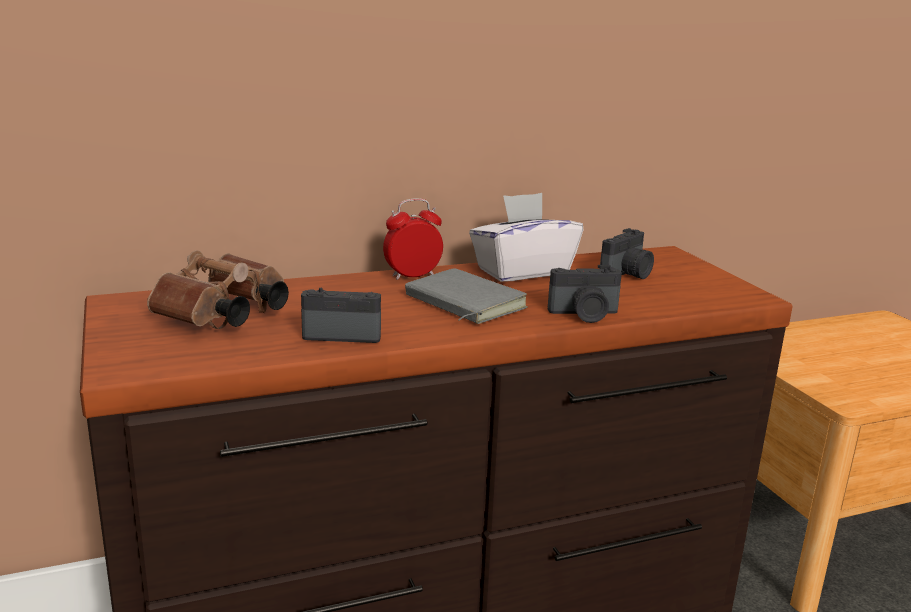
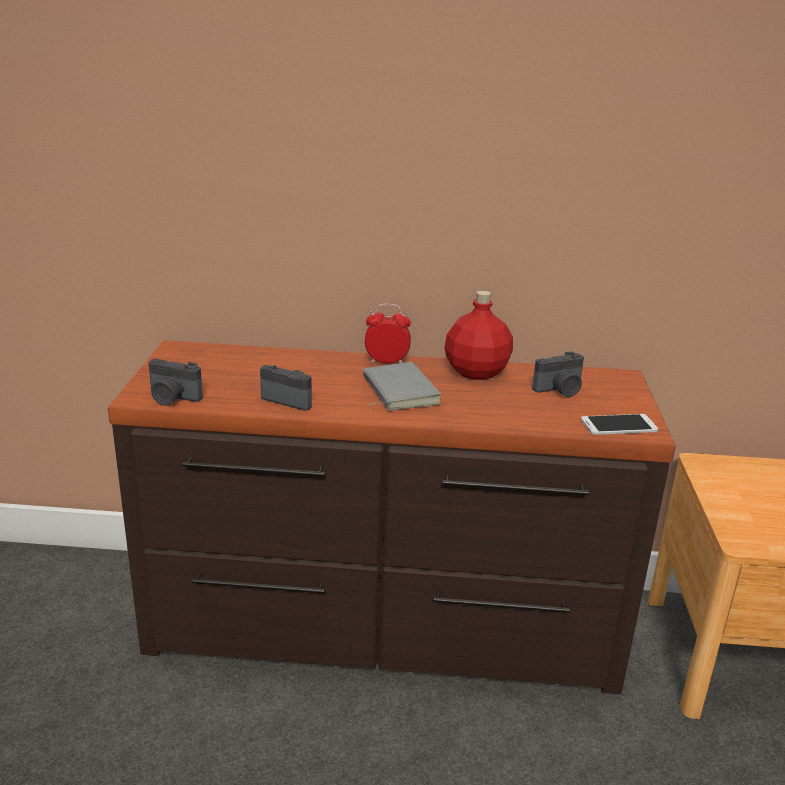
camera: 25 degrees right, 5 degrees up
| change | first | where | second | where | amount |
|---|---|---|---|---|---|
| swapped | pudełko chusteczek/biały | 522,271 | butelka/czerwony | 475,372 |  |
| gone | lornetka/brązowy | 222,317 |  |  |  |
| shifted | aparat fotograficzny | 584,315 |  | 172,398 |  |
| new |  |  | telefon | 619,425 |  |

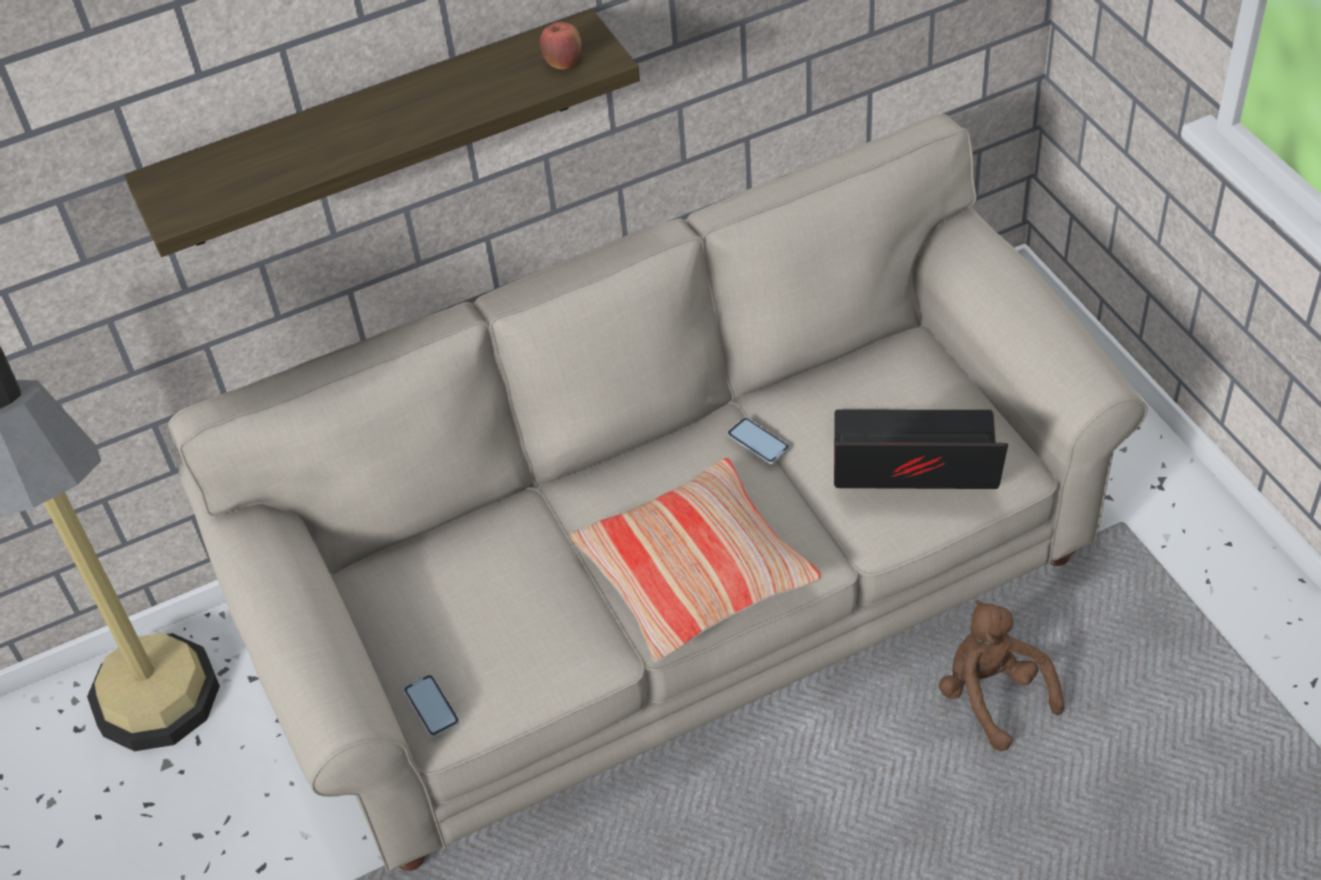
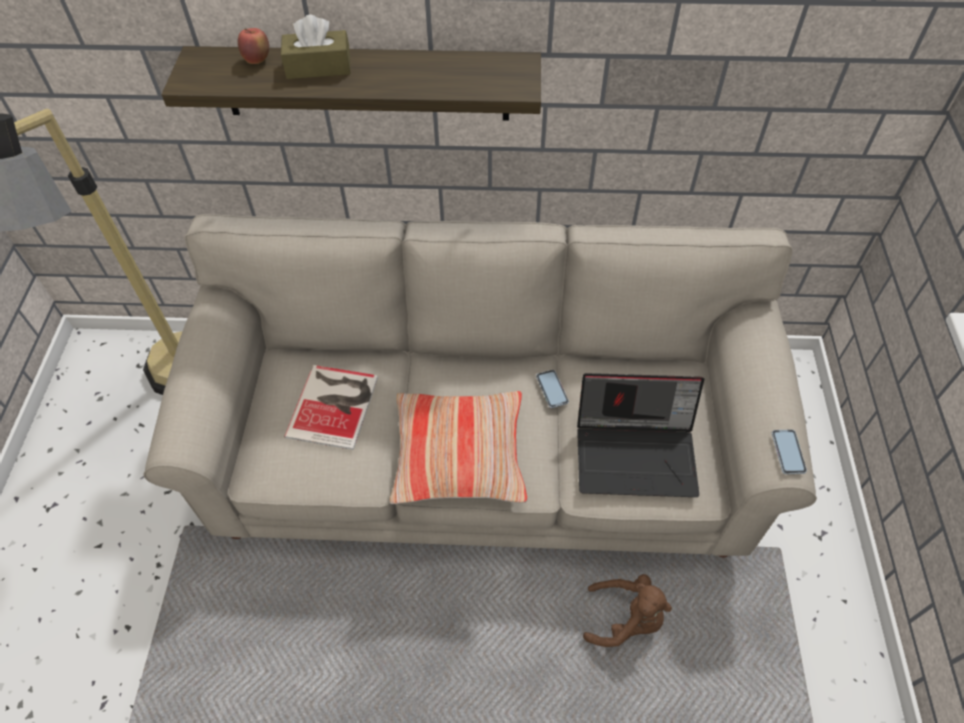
camera: 25 degrees right, 5 degrees up
| change | first | where | second | where | amount |
|---|---|---|---|---|---|
| shifted | jabłko | 563,63 |  | 257,60 |  |
| rotated | laptop | 912,464 |  | 637,453 | 150 degrees clockwise |
| rotated | pluszak/brązowy | 992,695 |  | 625,619 | 105 degrees clockwise |
| shifted | telefon | 431,706 |  | 788,452 |  |
| new |  |  | pudełko chusteczek/brązowy | 318,67 |  |
| new |  |  | książka | 335,405 |  |

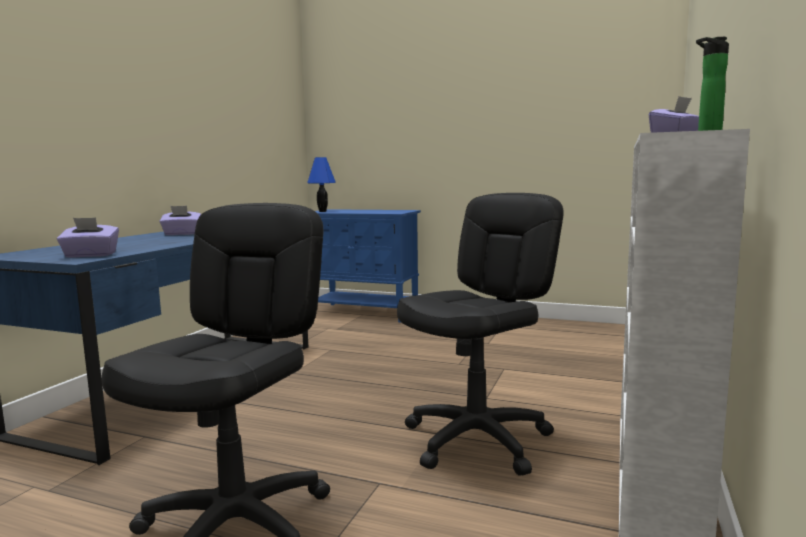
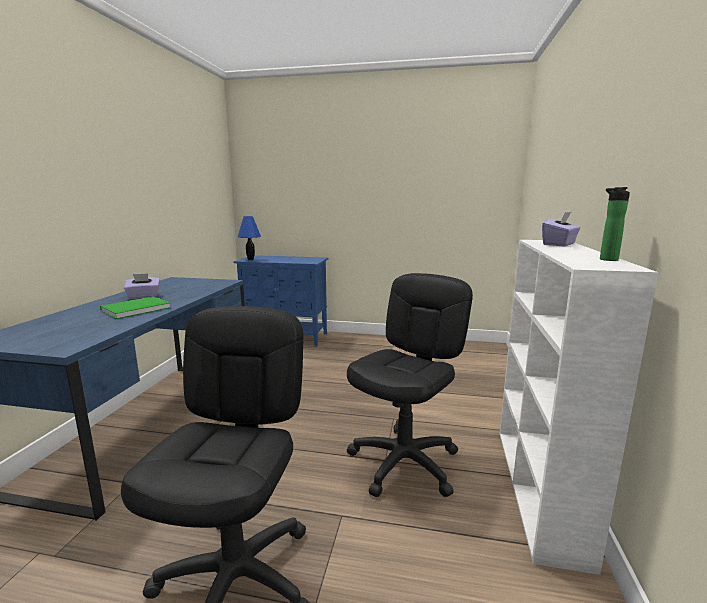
camera: 10 degrees left, 5 degrees up
| change | first | where | second | where | amount |
|---|---|---|---|---|---|
| gone | pudełko chusteczek/fioletowy | 90,255 |  |  |  |
| new |  |  | książka/zielony | 133,309 |  |

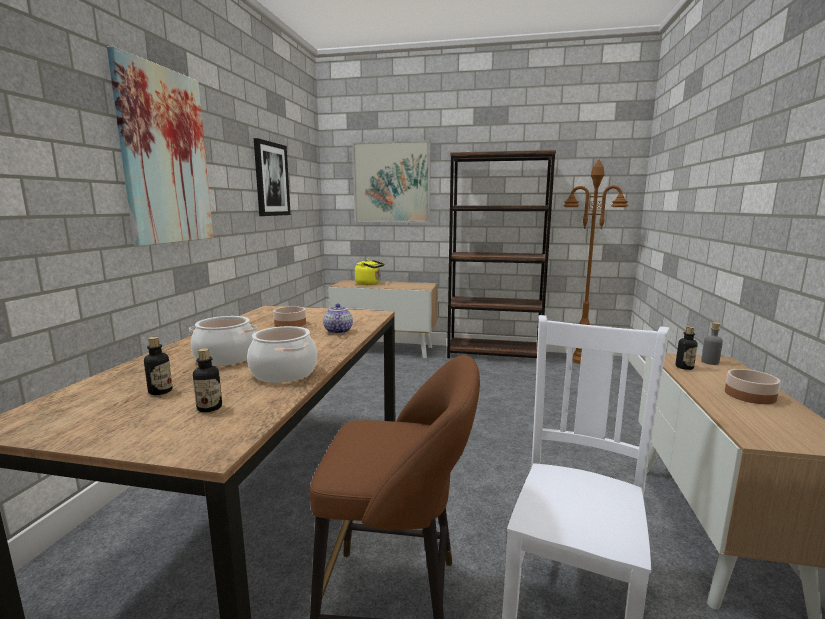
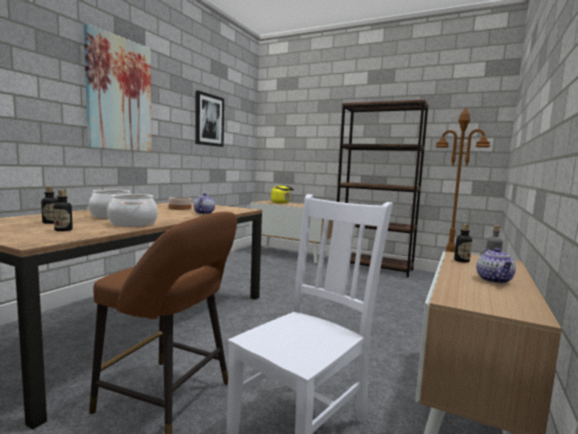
camera: 15 degrees right, 5 degrees down
| change | first | where | second | where | amount |
|---|---|---|---|---|---|
| gone | obraz | 391,182 |  |  |  |
| swapped | miska | 750,395 | imbryk | 494,280 |  |

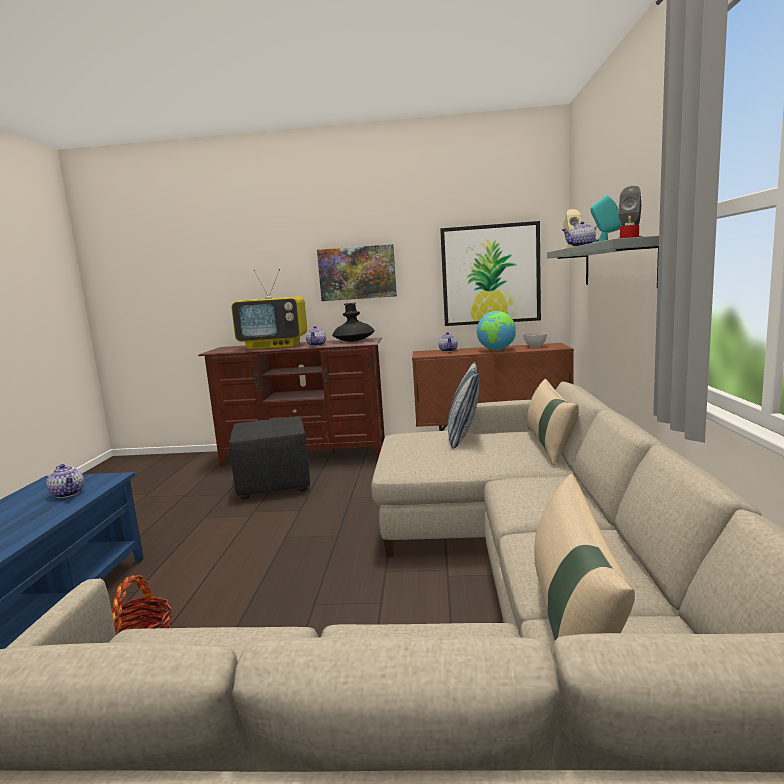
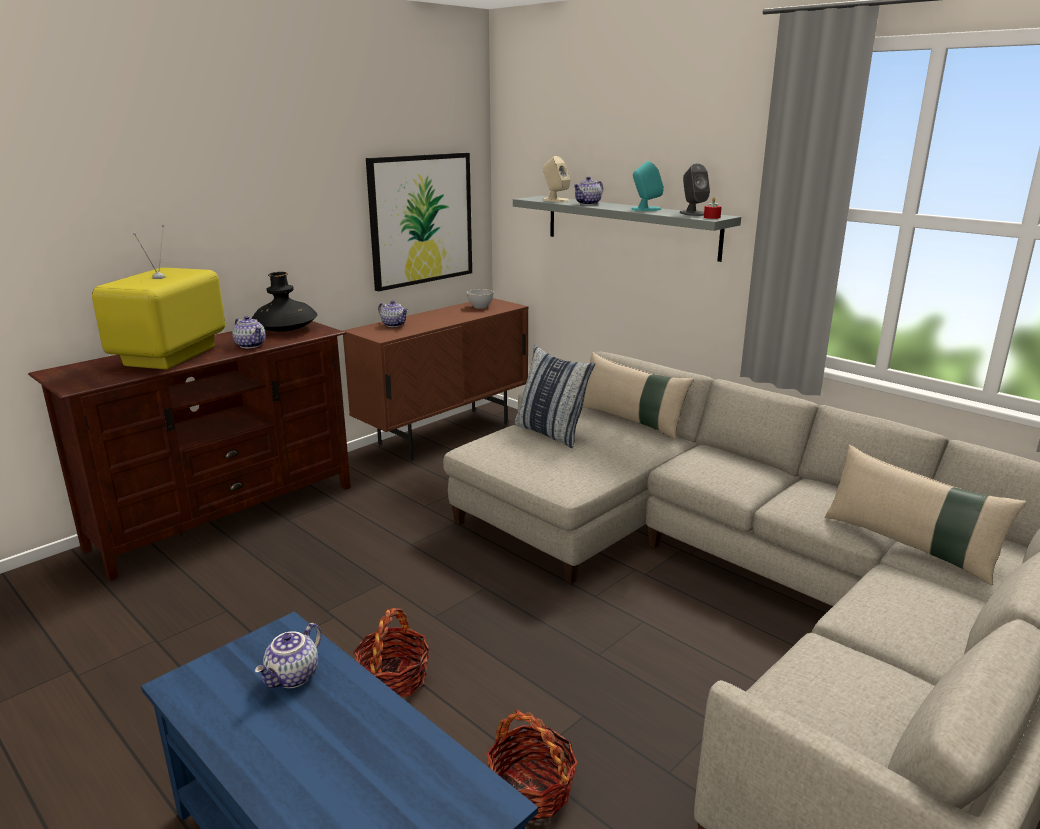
camera: 50 degrees left, 10 degrees up
| change | first | where | second | where | amount |
|---|---|---|---|---|---|
| gone | obraz | 357,273 |  |  |  |
| rotated | telewizor | 274,346 |  | 171,357 | 150 degrees clockwise |
| gone | globus | 496,350 |  |  |  |
| gone | pufa/czarny | 274,484 |  |  |  |
| rotated | imbryk | 69,494 |  | 293,677 | 120 degrees clockwise |
| new |  |  | koszyk | 393,678 |  |

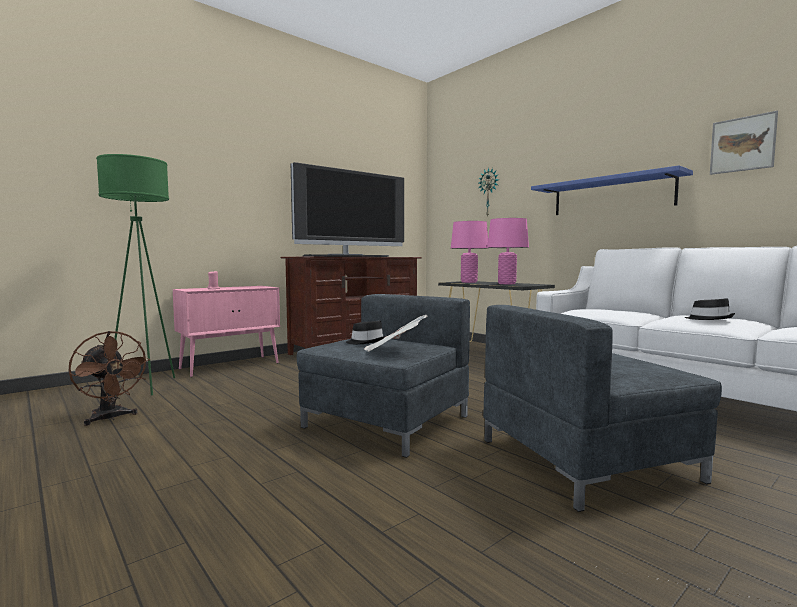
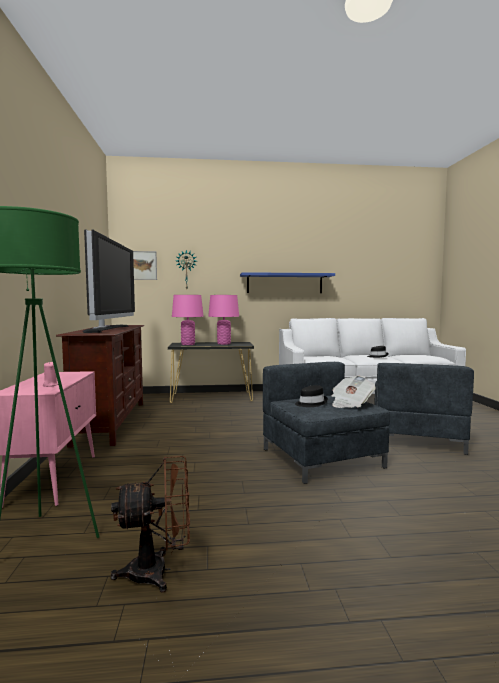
camera: 55 degrees left, 0 degrees up
| change | first | where | second | where | amount |
|---|---|---|---|---|---|
| shifted | obraz | 742,144 |  | 142,265 |  |

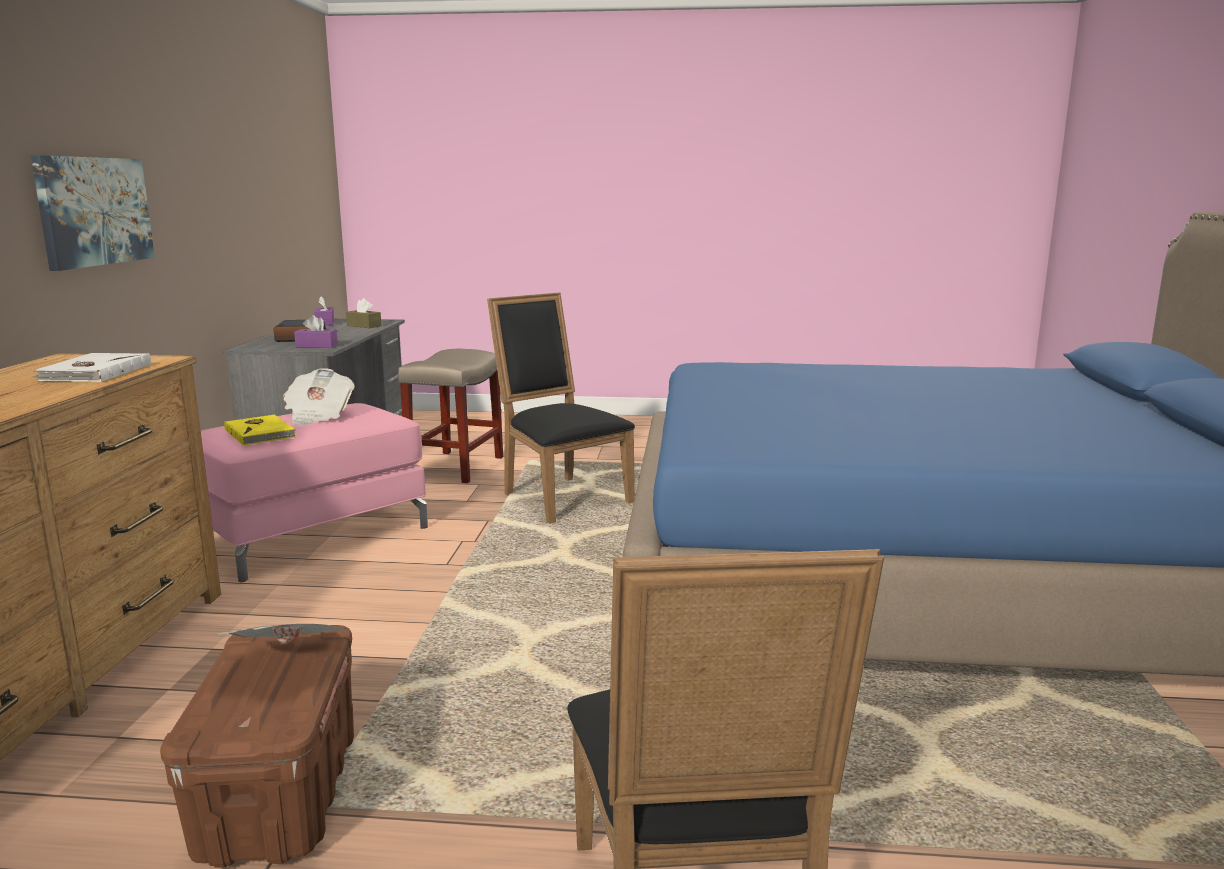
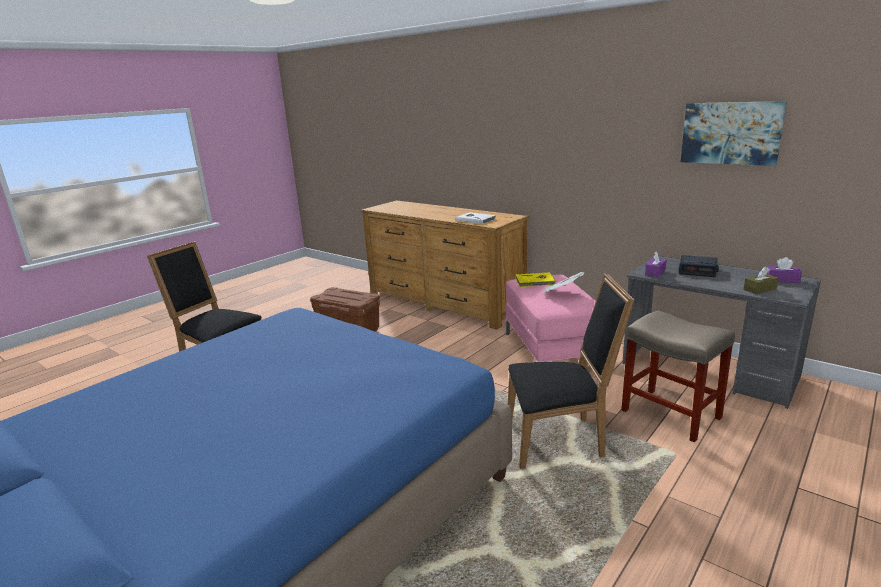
camera: 125 degrees right, 5 degrees up
| change | first | where | second | where | amount |
|---|---|---|---|---|---|
| shifted | obraz | 94,211 |  | 730,133 |  |
| gone | gazeta | 290,661 |  |  |  |

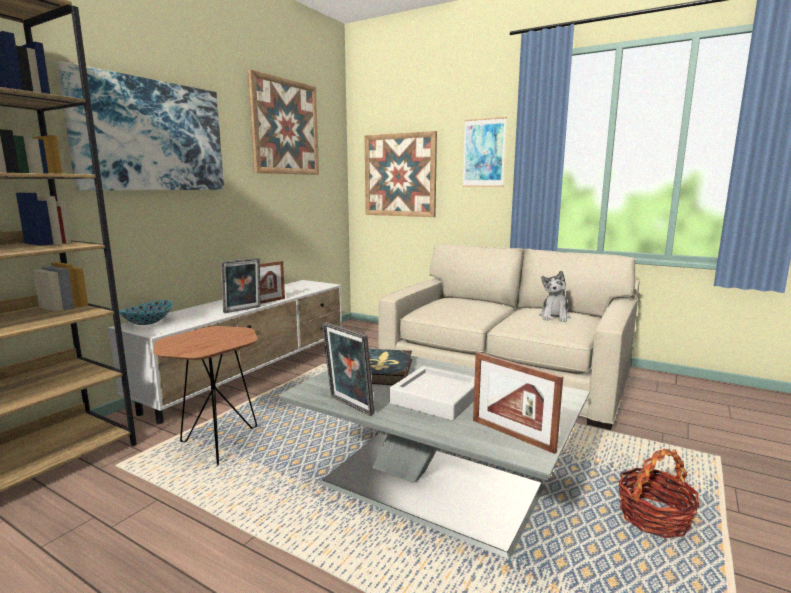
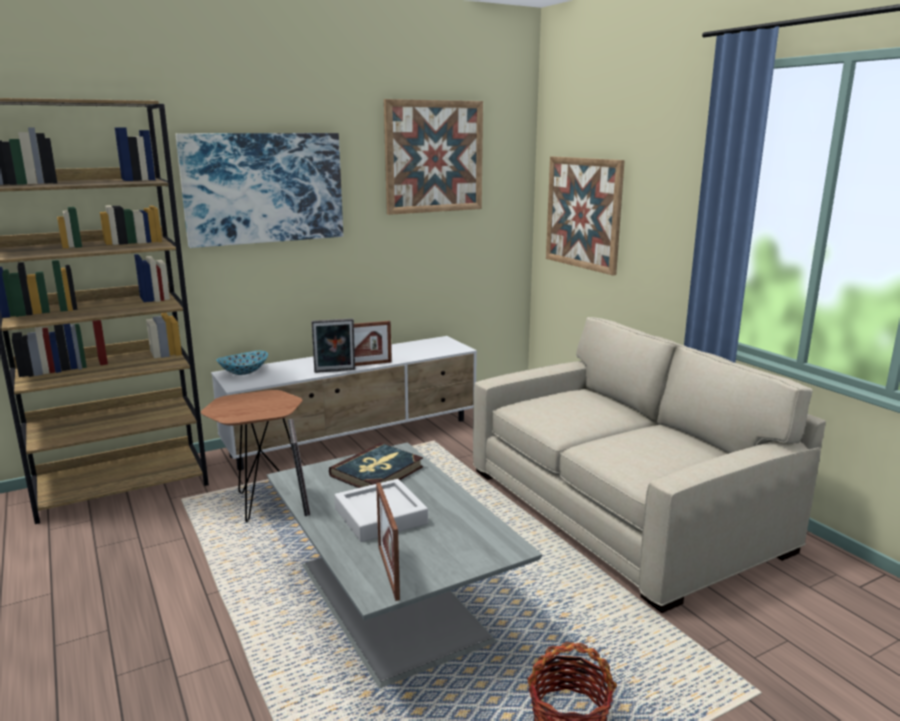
camera: 30 degrees right, 5 degrees up
| change | first | where | second | where | amount |
|---|---|---|---|---|---|
| gone | obraz | 484,153 |  |  |  |
| gone | pluszak | 555,317 |  |  |  |

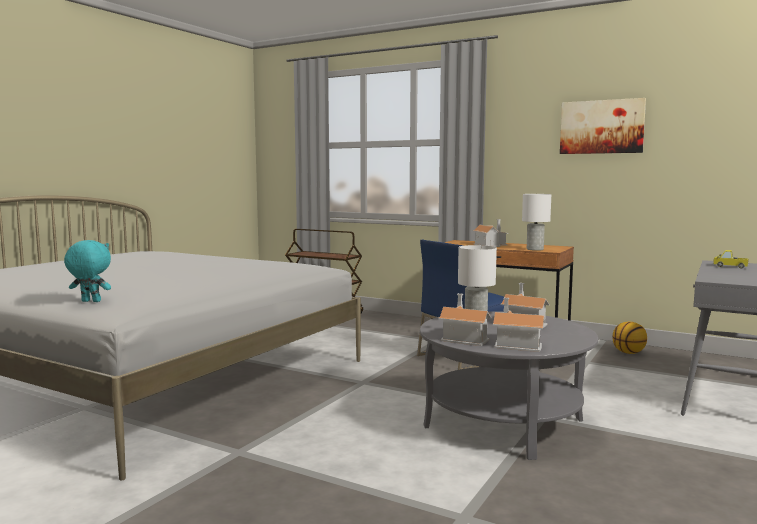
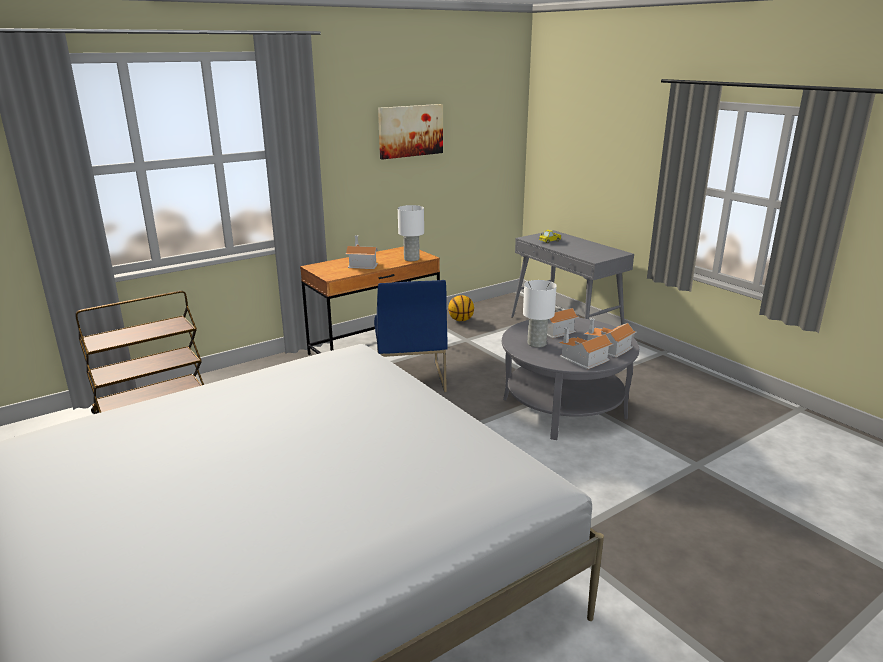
camera: 65 degrees left, 15 degrees up
| change | first | where | second | where | amount |
|---|---|---|---|---|---|
| gone | pluszak/turkusowy | 90,301 |  |  |  |

